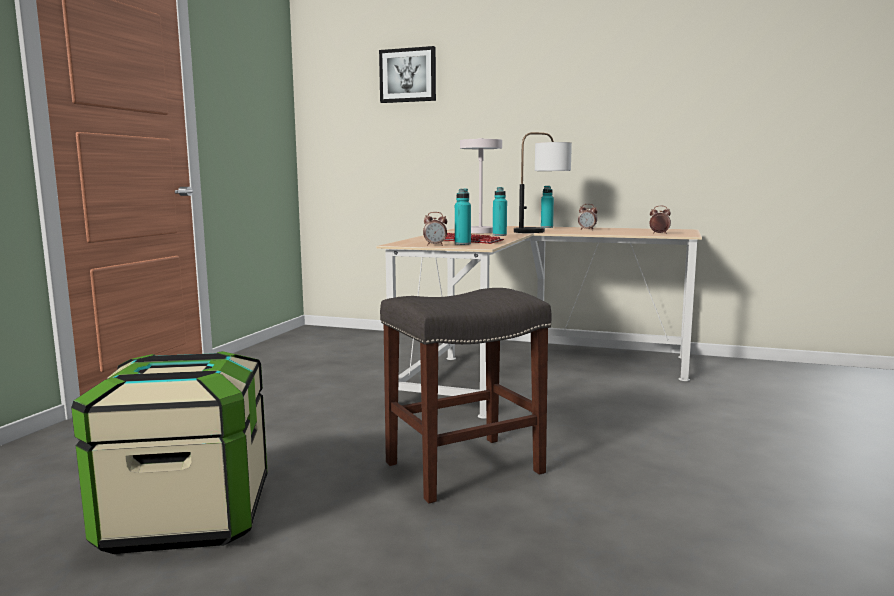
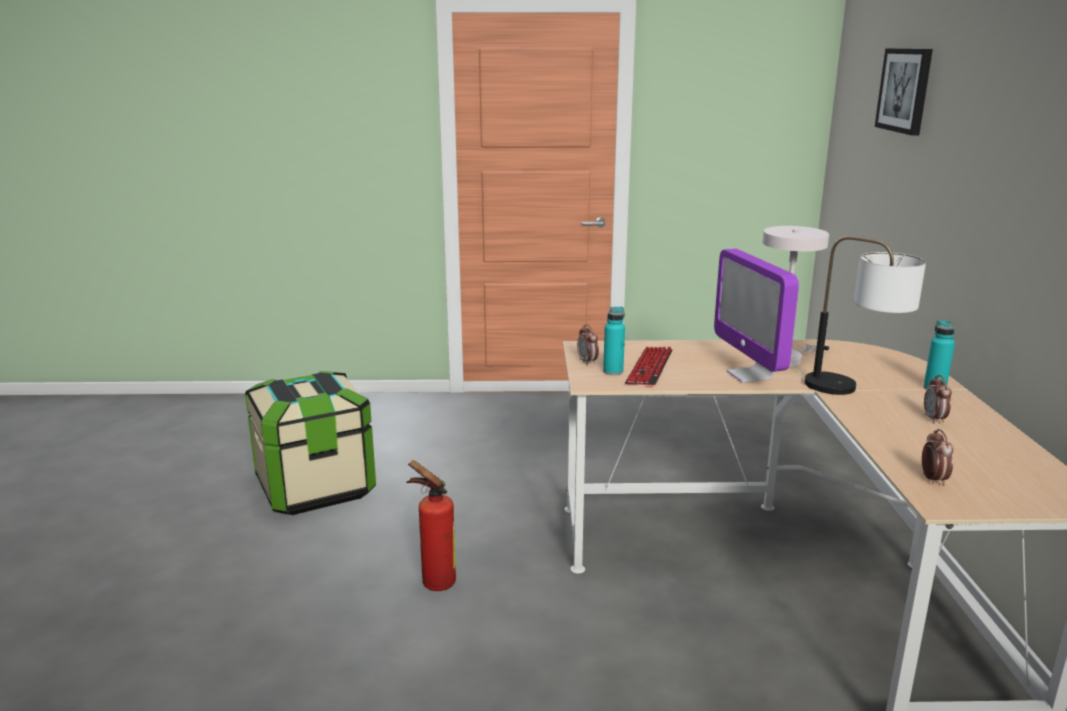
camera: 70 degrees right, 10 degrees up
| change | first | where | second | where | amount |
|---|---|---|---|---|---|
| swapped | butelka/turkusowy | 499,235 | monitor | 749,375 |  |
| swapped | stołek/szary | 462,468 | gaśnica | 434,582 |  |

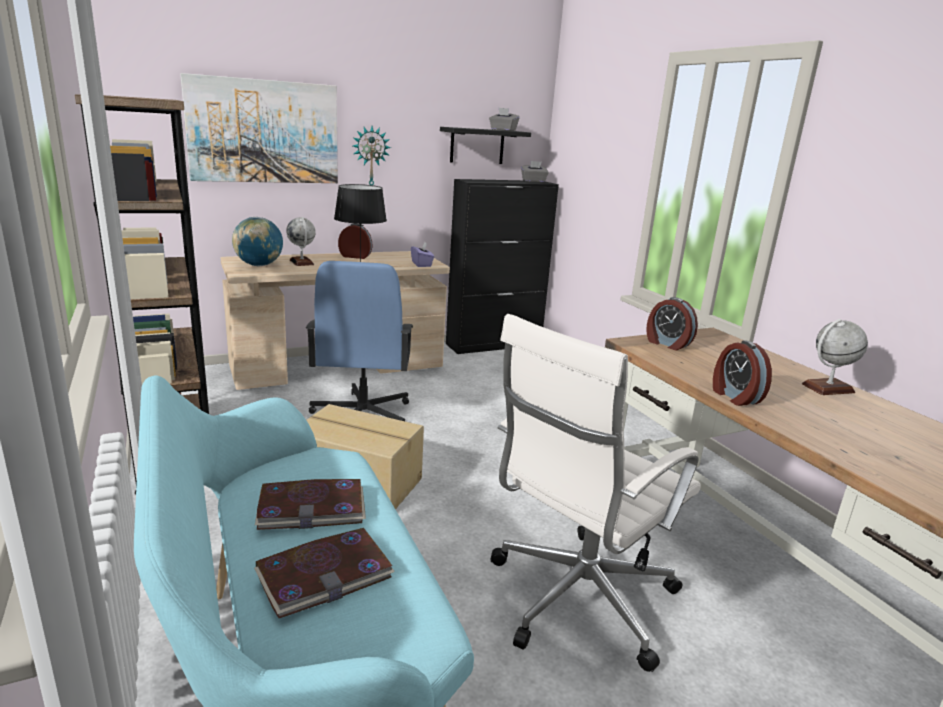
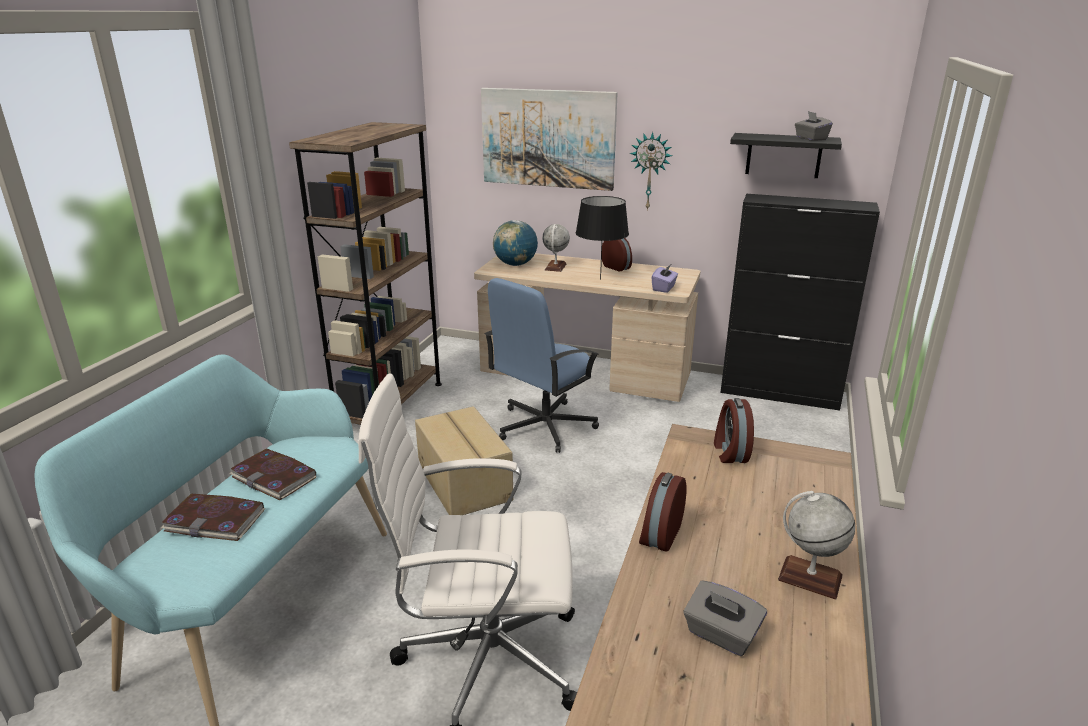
camera: 45 degrees right, 5 degrees up
| change | first | where | second | where | amount |
|---|---|---|---|---|---|
| shifted | pudełko chusteczek/szary | 533,181 |  | 721,635 |  |

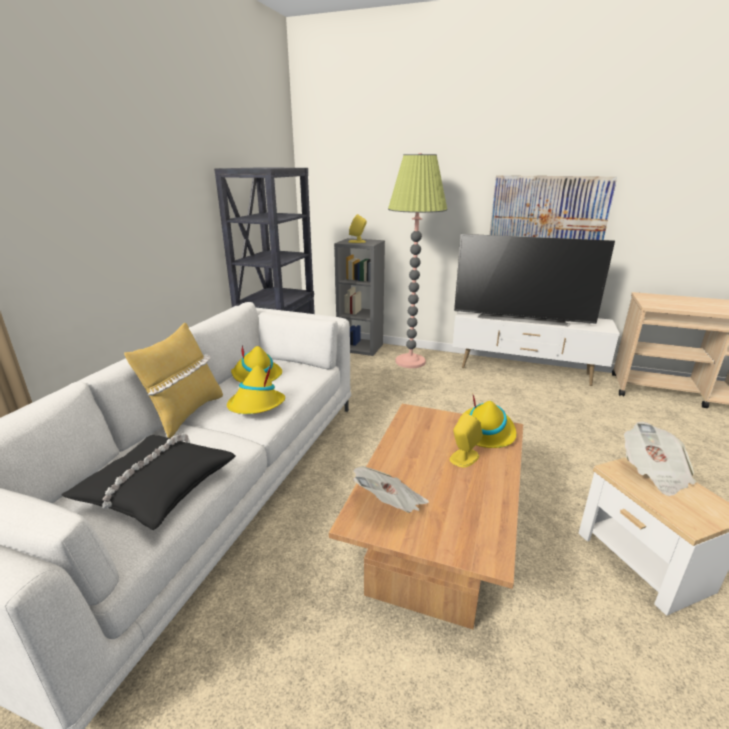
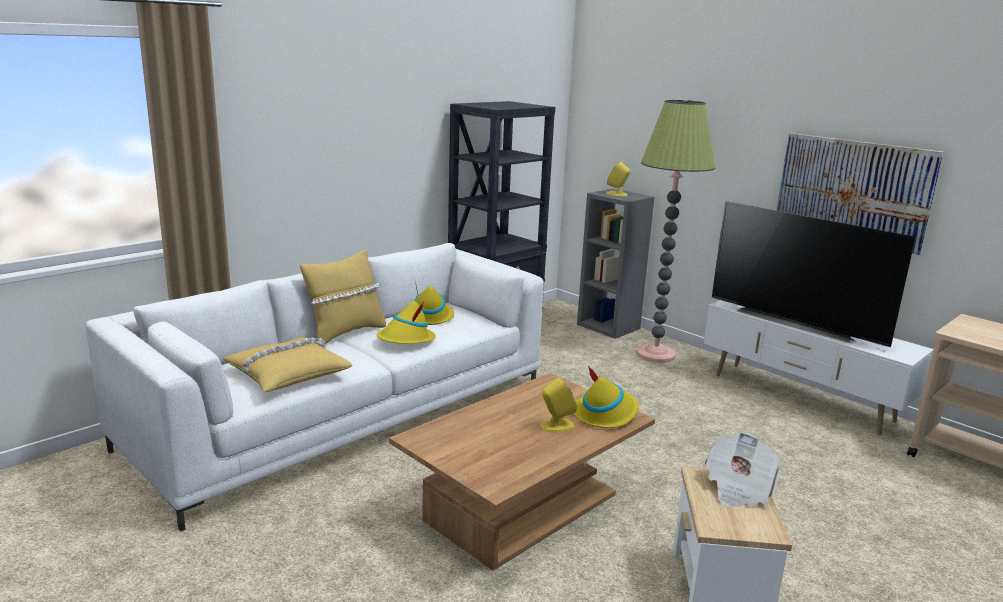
camera: 25 degrees right, 5 degrees down
| change | first | where | second | where | amount |
|---|---|---|---|---|---|
| repainted | poduszka/czarny | 156,487 | poduszka/żółty | 287,373 |  |
| gone | gazeta | 390,505 |  |  |  |

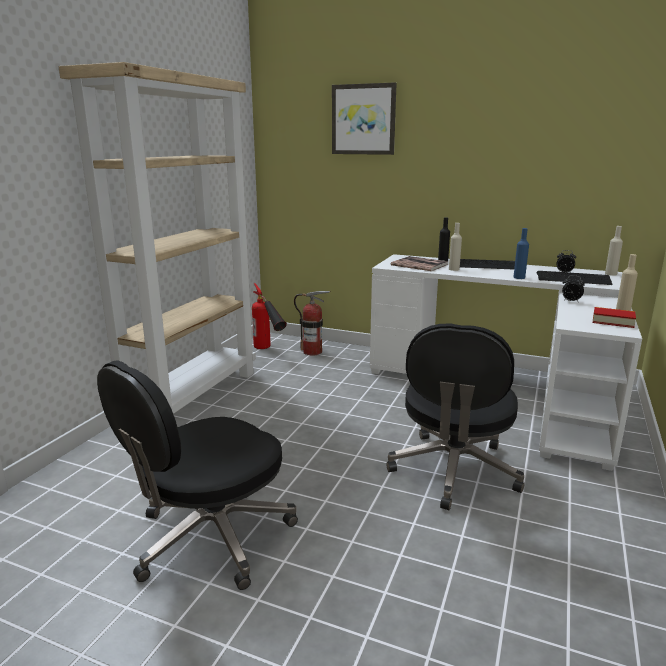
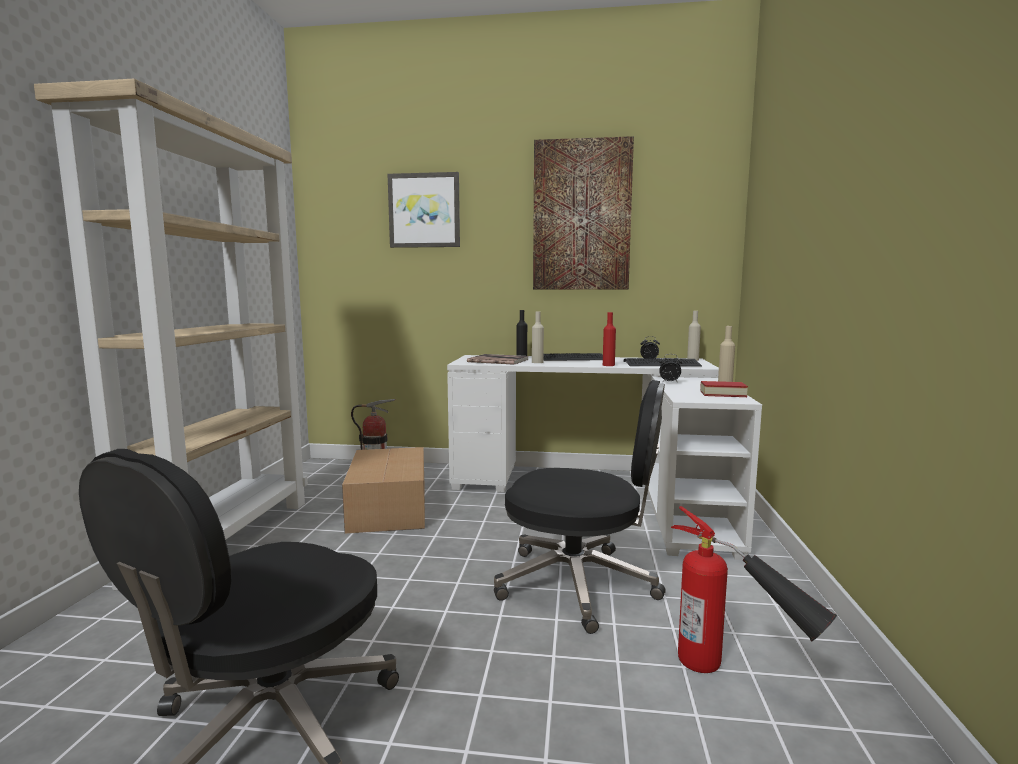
camera: 15 degrees left, 10 degrees down
| change | first | where | second | where | amount |
|---|---|---|---|---|---|
| repainted | butelka/niebieski | 519,277 | butelka/czerwony | 608,365 |  |
| shifted | gaśnica | 268,351 |  | 738,678 |  |
| rotated | krzesło biurowe/czarny | 453,471 |  | 580,584 | 75 degrees counterclockwise |
| new |  |  | obraz | 581,215 |  |
| new |  |  | karton | 389,507 |  |

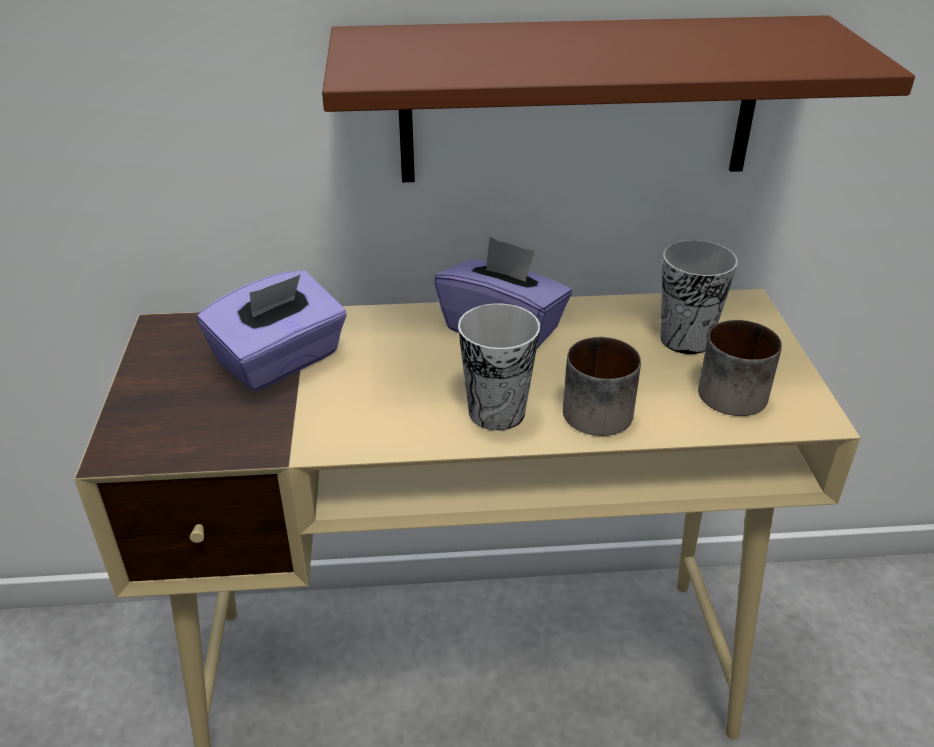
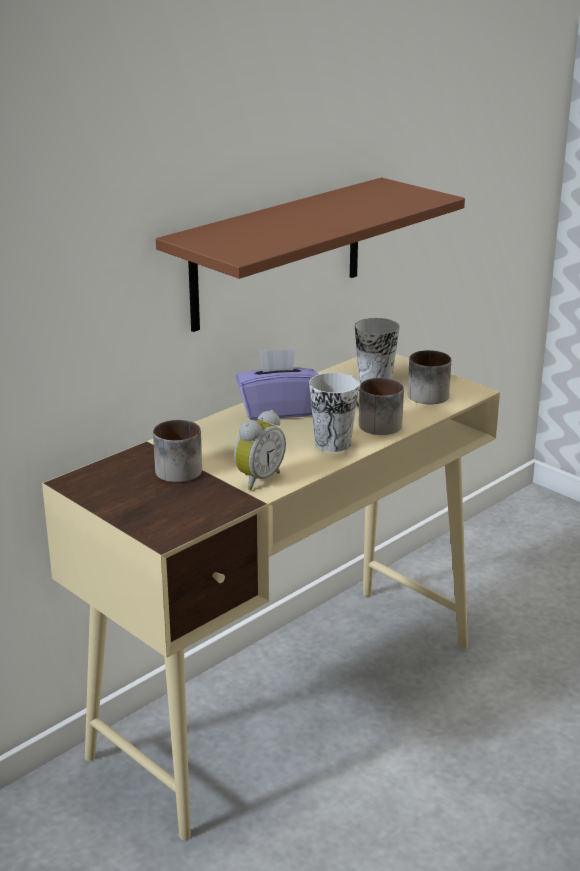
camera: 40 degrees left, 10 degrees down
| change | first | where | second | where | amount |
|---|---|---|---|---|---|
| swapped | pudełko chusteczek/fioletowy | 281,361 | kubek | 180,468 |  |
| new |  |  | budzik | 257,479 |  |

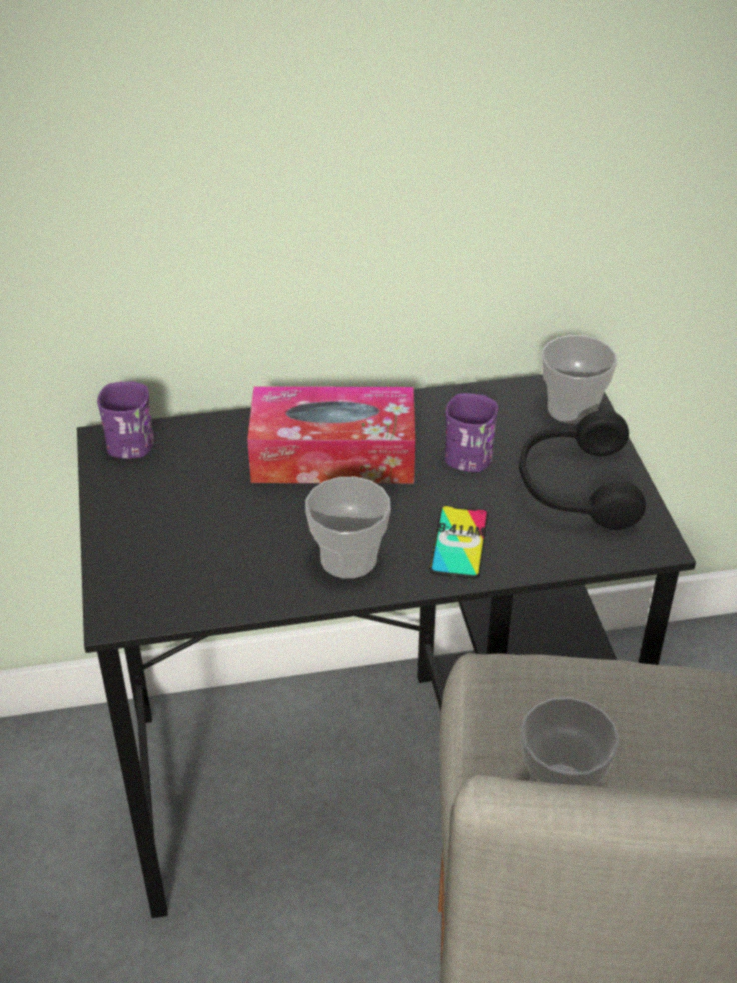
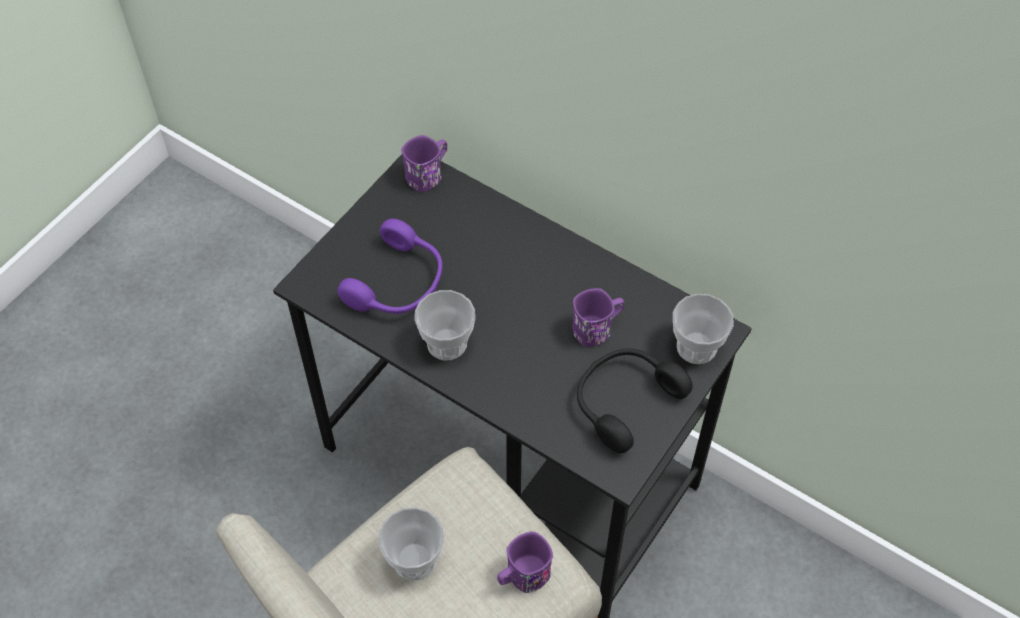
camera: 45 degrees right, 15 degrees up
| change | first | where | second | where | amount |
|---|---|---|---|---|---|
| gone | pudełko chusteczek | 333,455 |  |  |  |
| gone | telefon | 459,542 |  |  |  |
| new |  |  | słuchawki/fioletowy | 399,284 |  |
| new |  |  | kubek/fioletowy | 522,577 |  |

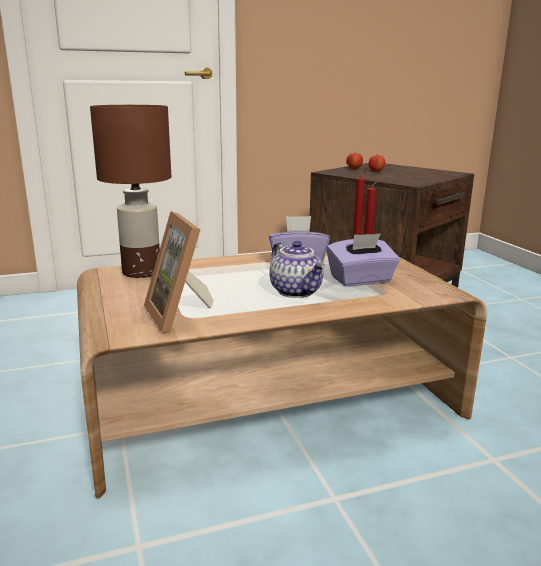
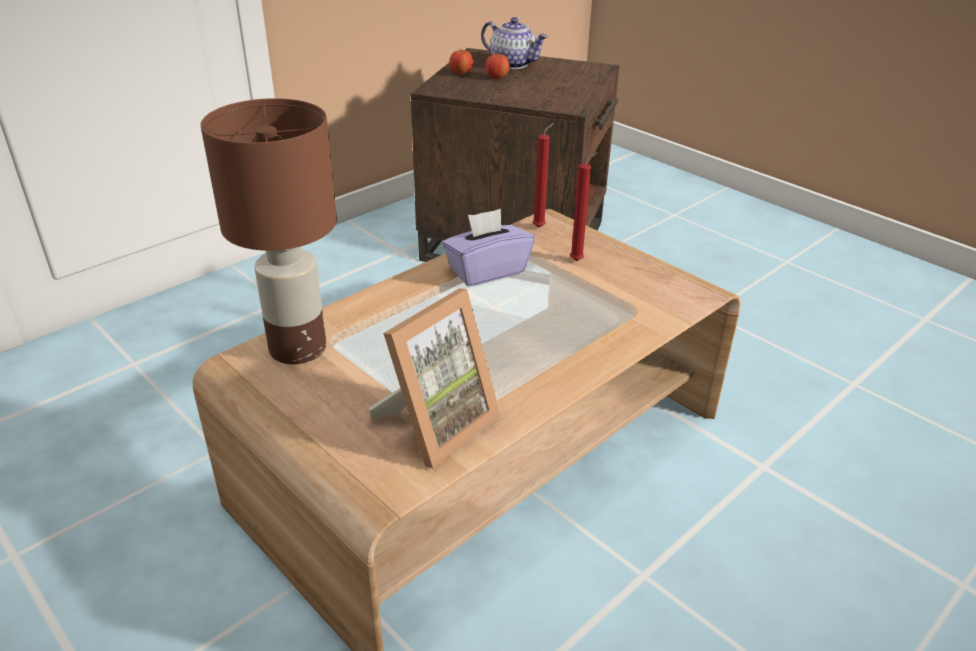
camera: 25 degrees left, 15 degrees up
| change | first | where | second | where | amount |
|---|---|---|---|---|---|
| rotated | ramka na zdjęcie | 182,315 |  | 436,424 | 90 degrees counterclockwise |
| gone | pudełko chusteczek/fioletowy | 361,280 |  |  |  |
| shifted | imbryk | 297,291 |  | 513,64 |  |

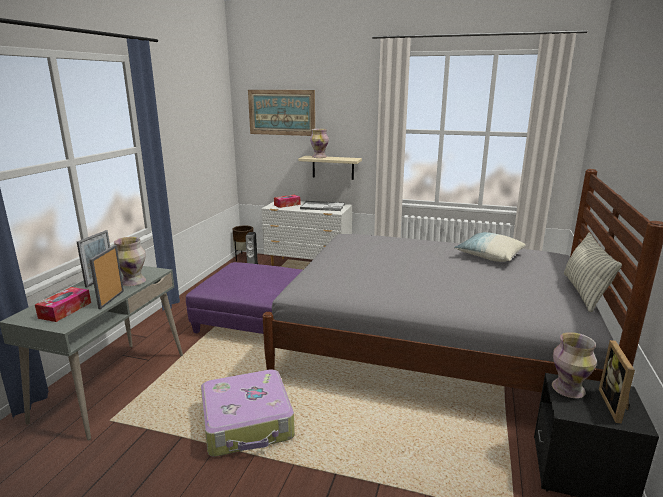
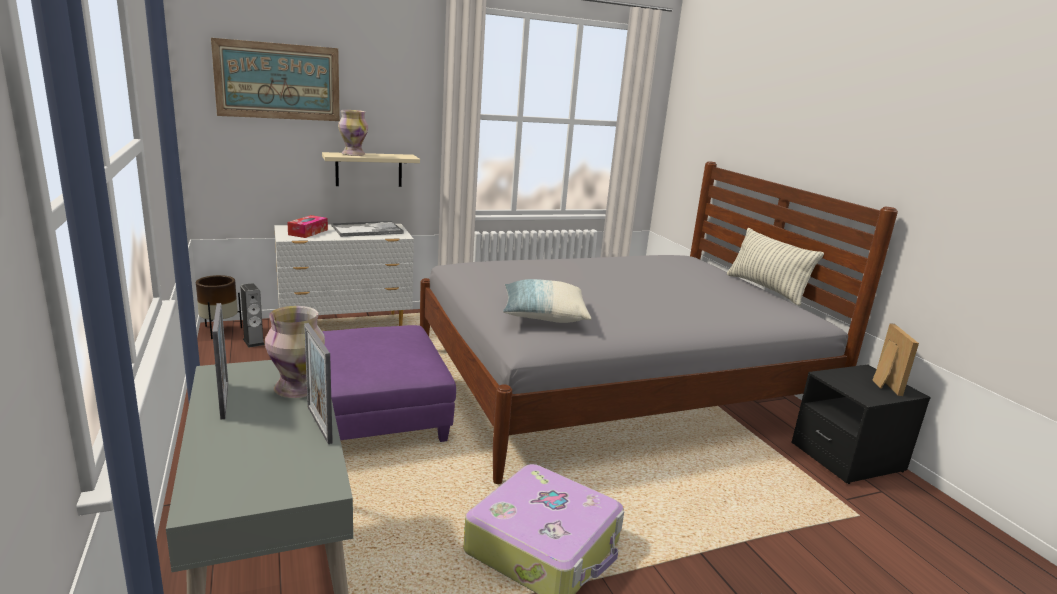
camera: 40 degrees left, 0 degrees up
| change | first | where | second | where | amount |
|---|---|---|---|---|---|
| shifted | poduszka | 489,256 |  | 543,316 |  |
| gone | pudełko chusteczek | 65,310 |  |  |  |
| gone | wazon | 569,390 |  |  |  |
| rotated | ramka na zdjęcie | 616,406 |  | 882,383 | 150 degrees counterclockwise |

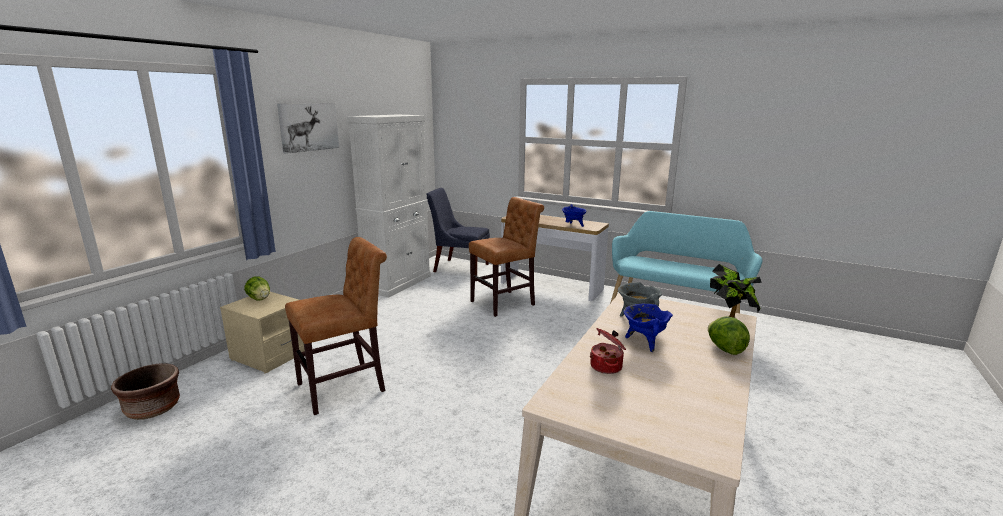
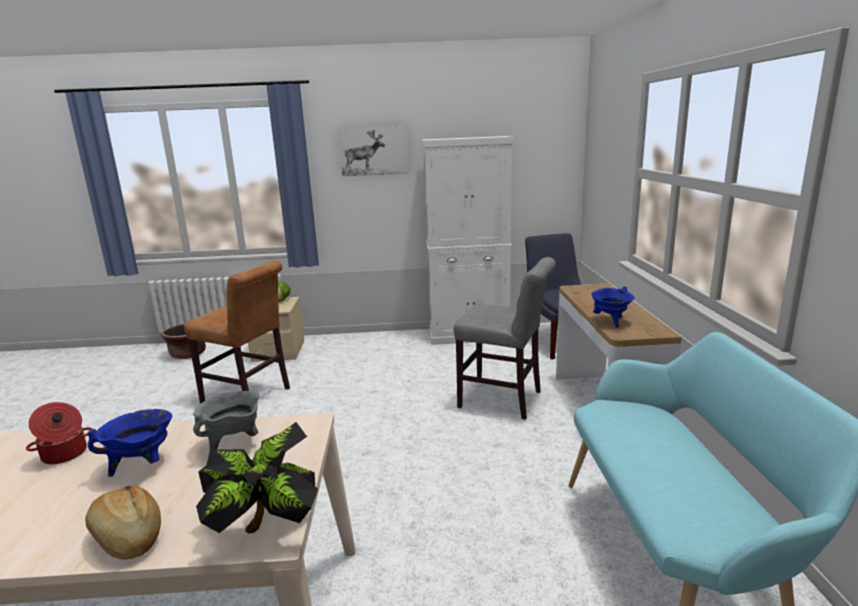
camera: 60 degrees right, 0 degrees up
| change | first | where | second | where | amount |
|---|---|---|---|---|---|
| repainted | krzesło/brązowy | 505,303 | krzesło/szary | 504,400 |  |
| swapped | sałata | 724,349 | chleb | 126,538 |  |

